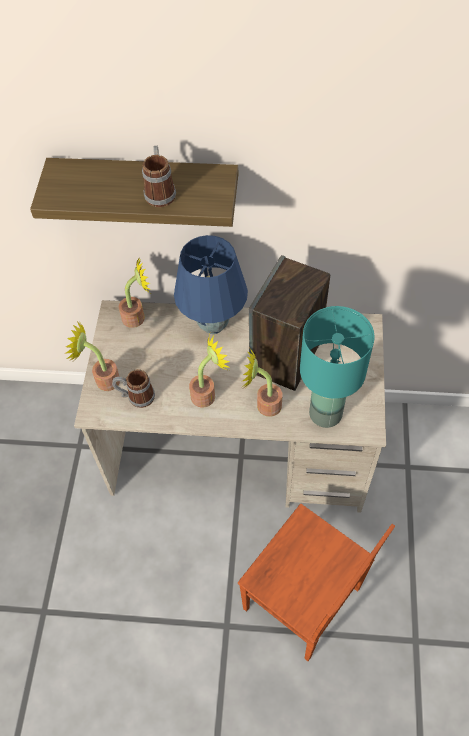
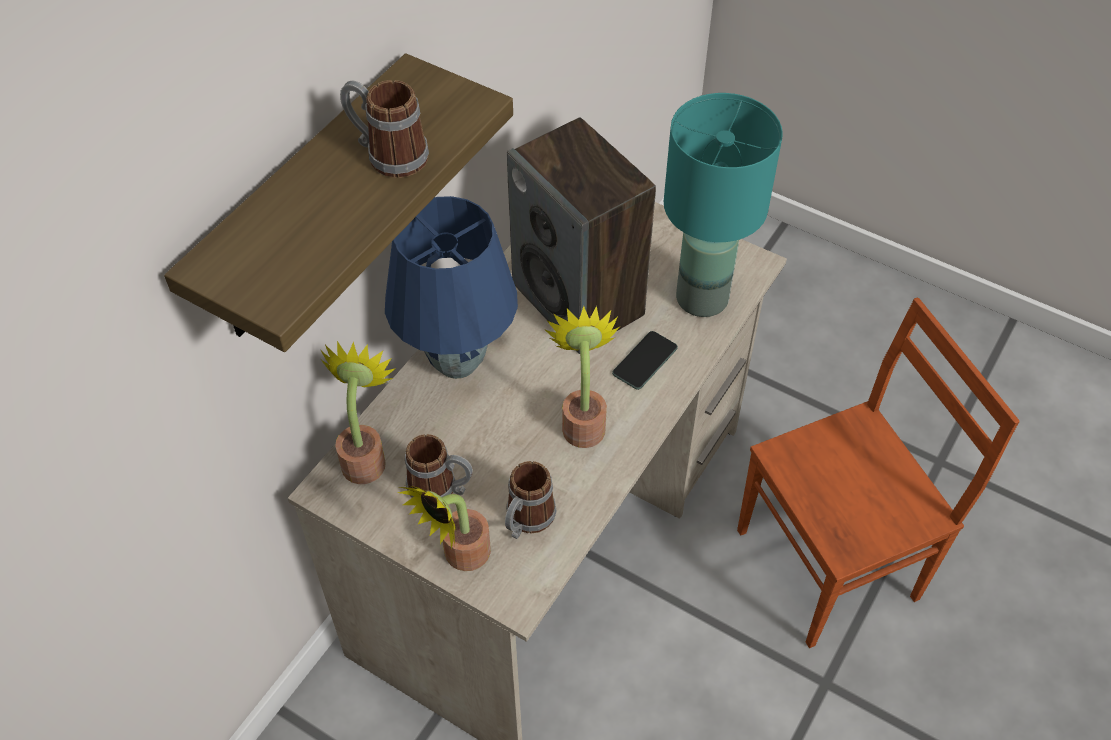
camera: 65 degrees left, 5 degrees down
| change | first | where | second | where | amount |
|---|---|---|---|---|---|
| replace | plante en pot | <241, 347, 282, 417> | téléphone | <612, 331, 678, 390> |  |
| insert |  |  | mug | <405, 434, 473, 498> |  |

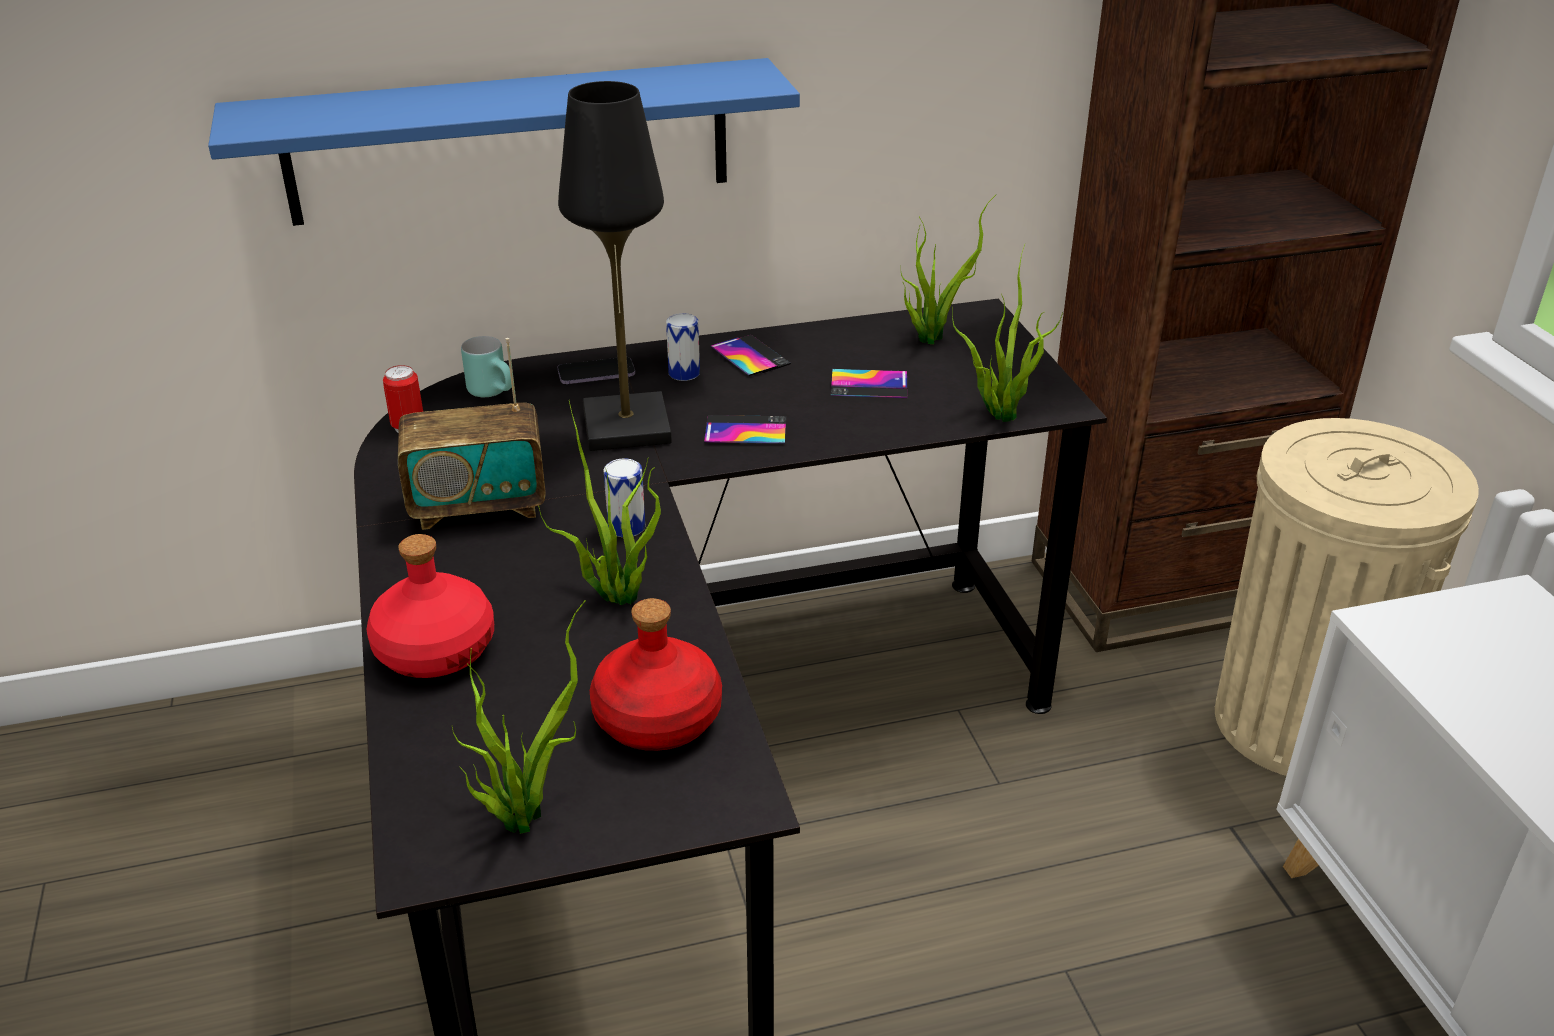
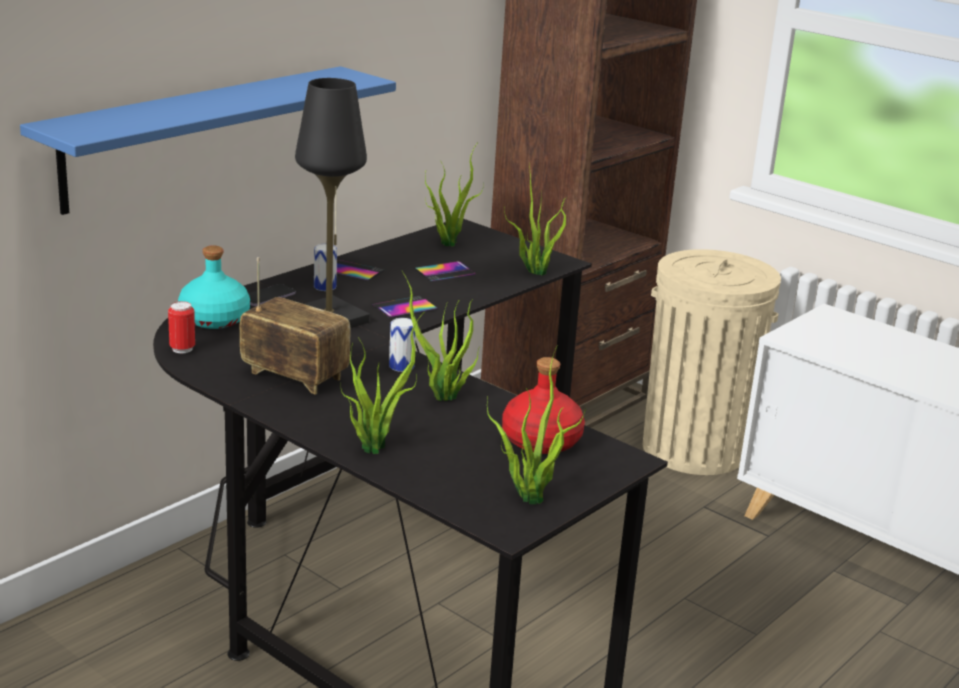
camera: 35 degrees left, 10 degrees down
| change | first | where | second | where | amount |
|---|---|---|---|---|---|
| replace | bouteille/rouge | <366, 534, 494, 678> | plante en pot | <340, 311, 425, 454> |  |
| rotate | radio | <398, 338, 546, 530> |  | <240, 257, 351, 395> | 105 degrees counterclockwise |
| replace | mug/turquoise | <461, 336, 512, 397> | bouteille/turquoise | <178, 245, 250, 329> |  |

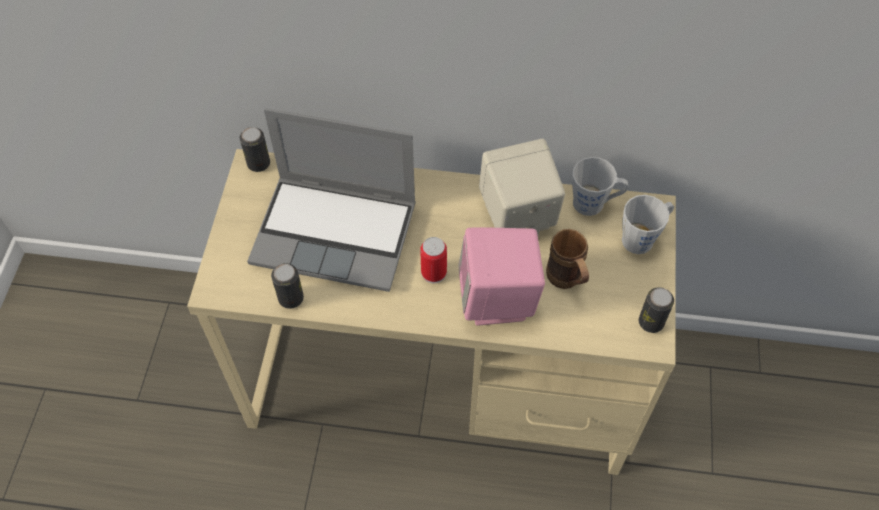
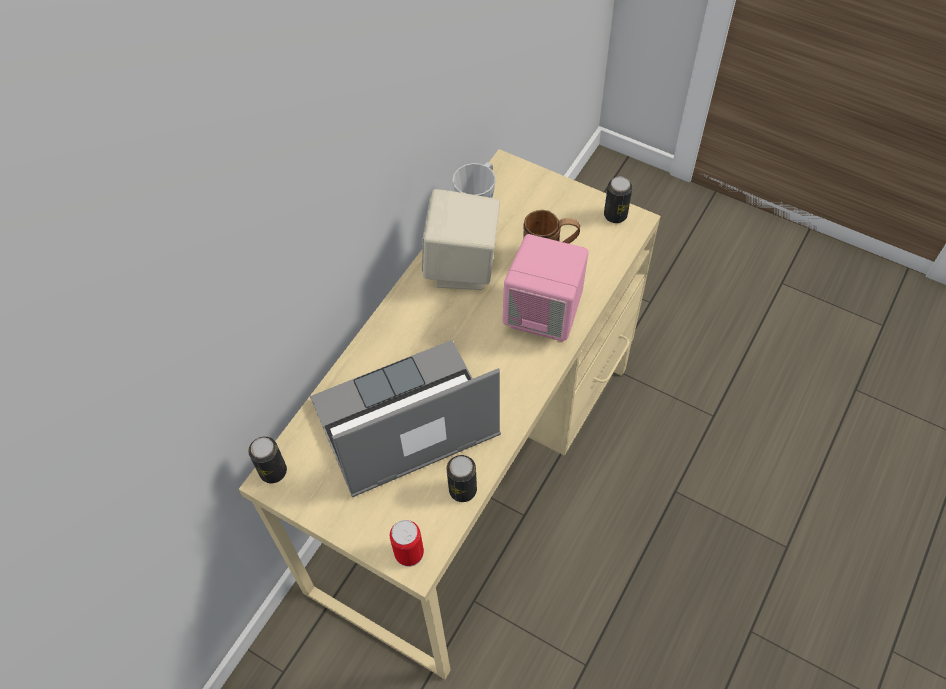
camera: 65 degrees left, 0 degrees up
| change | first | where | second | where | amount |
|---|---|---|---|---|---|
| rotate | ordinateur portable | <247, 108, 416, 292> |  | <310, 340, 501, 497> | 150 degrees counterclockwise |
| move | boîte métallique | <420, 237, 447, 284> |  | <390, 520, 424, 567> |  |
| delete | mug/gris | <622, 195, 674, 254> |  |  |  |

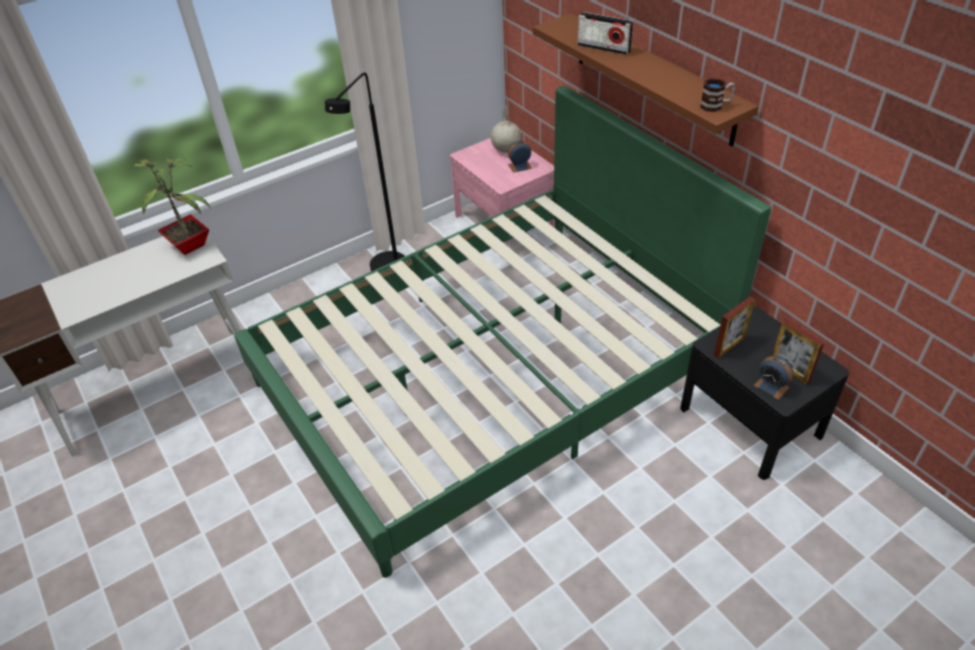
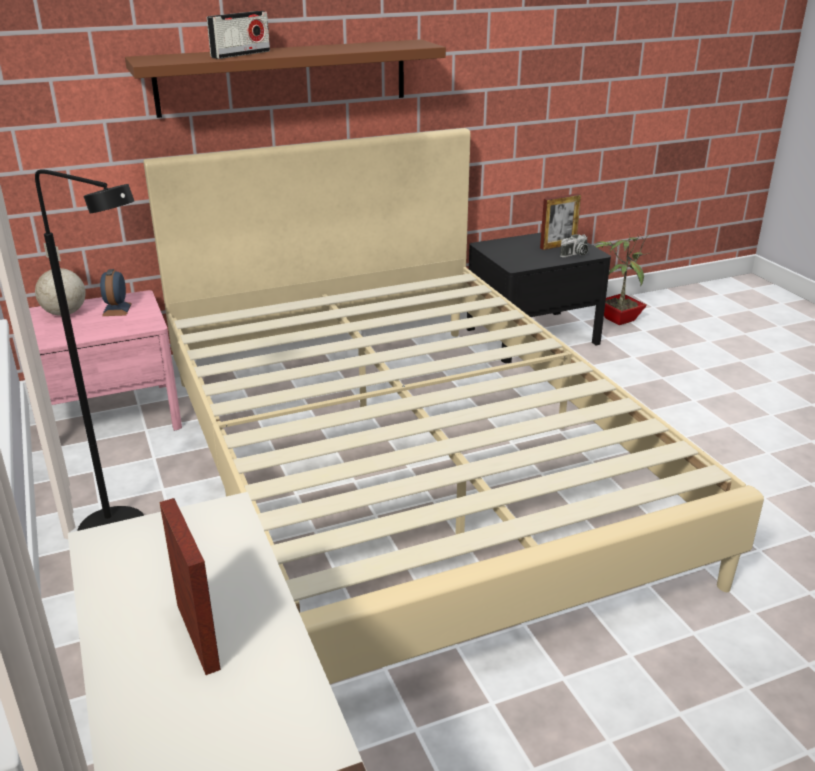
camera: 80 degrees left, 15 degrees down
| change | first | where | second | where | amount |
|---|---|---|---|---|---|
| move | plante en pot | <130, 157, 211, 255> |  | <594, 232, 650, 325> |  |
| recolor | lit/vert | <234, 86, 771, 578> | lit/beige | <143, 128, 764, 684> |  |
| delete | mug | <700, 78, 735, 112> |  |  |  |
| move | cadre photo | <714, 296, 755, 359> |  | <159, 498, 221, 675> |  |
| replace | réveil | <753, 356, 793, 400> | appareil photo | <560, 234, 588, 257> |  |

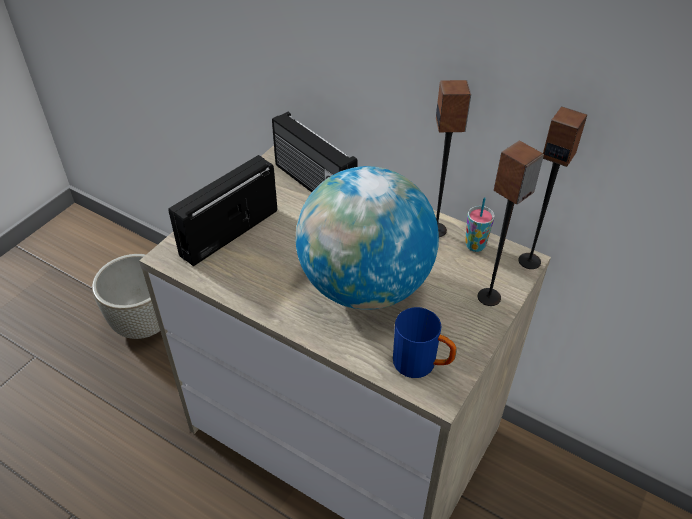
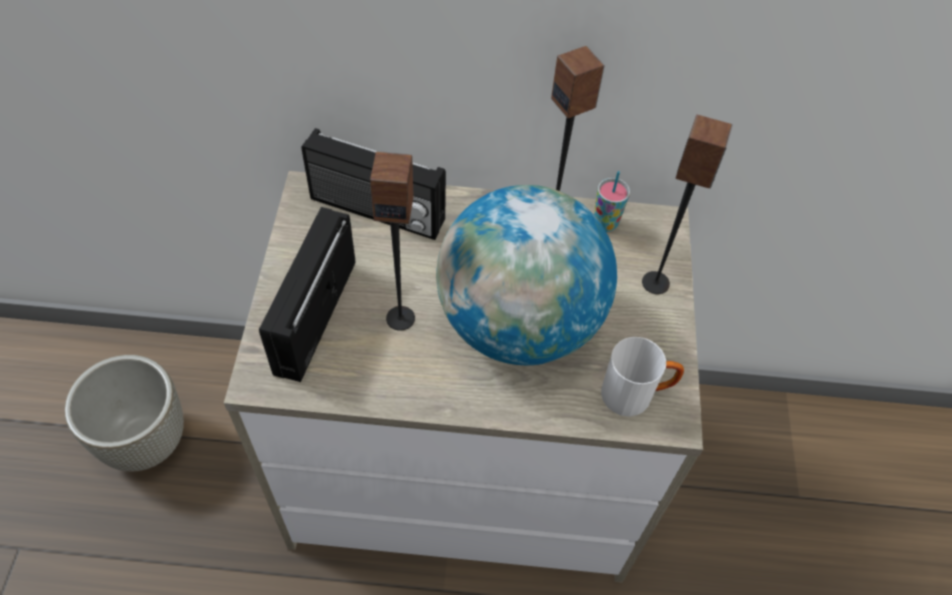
camera: 30 degrees left, 10 degrees up
| change | first | where | second | where | amount |
|---|---|---|---|---|---|
| recolor | mug/bleu | <393, 307, 457, 378> | mug/blanc | <601, 337, 684, 417> |  |
| move | enceinte | <518, 107, 588, 269> |  | <370, 151, 415, 331> |  |

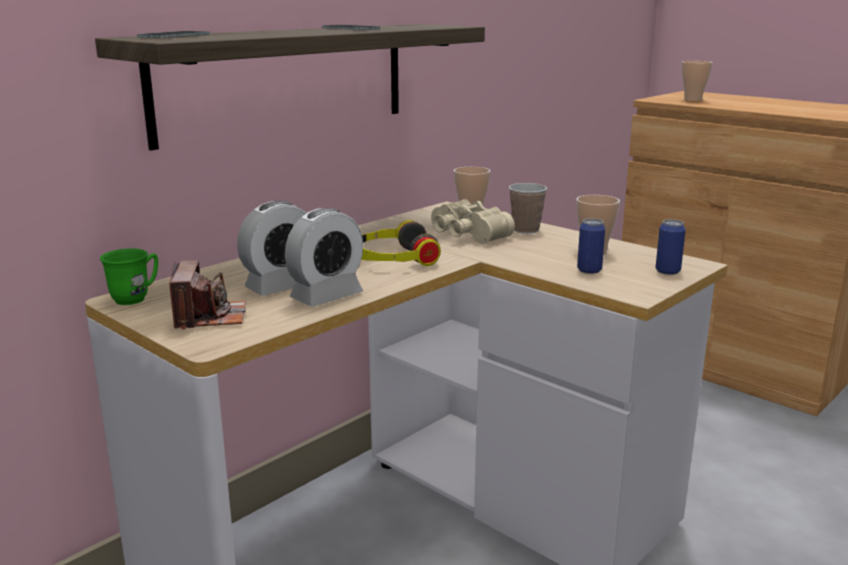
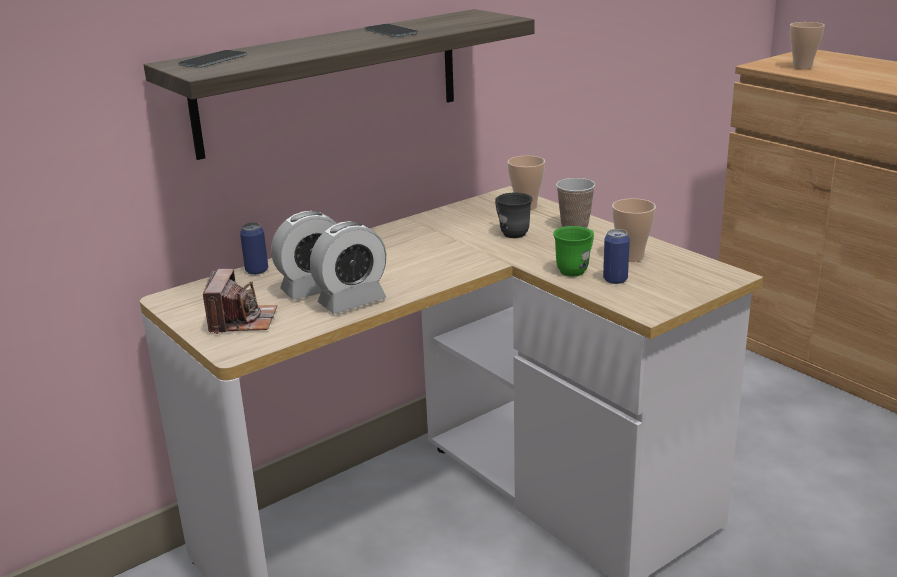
camera: 10 degrees right, 5 degrees up
| change | first | where | second | where | amount |
|---|---|---|---|---|---|
| move | mug/vert | <100, 248, 158, 305> |  | <553, 226, 594, 277> |  |
| delete | casque audio | <361, 220, 441, 266> |  |  |  |
| replace | jumelles/beige | <431, 199, 515, 244> | mug/gris | <495, 192, 532, 238> |  |
| move | boîte métallique | <656, 219, 686, 275> |  | <240, 222, 268, 275> |  |

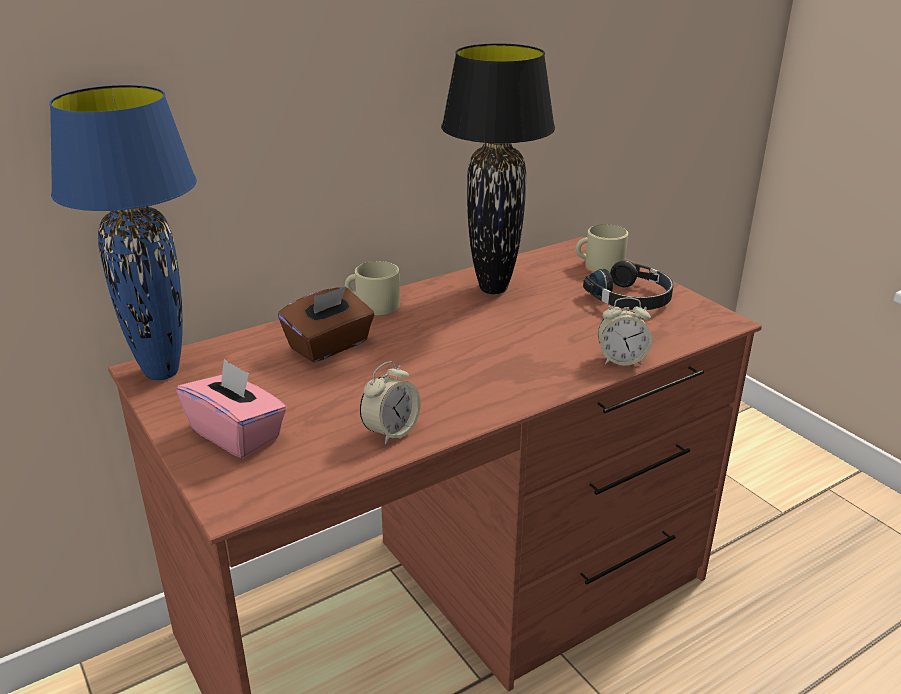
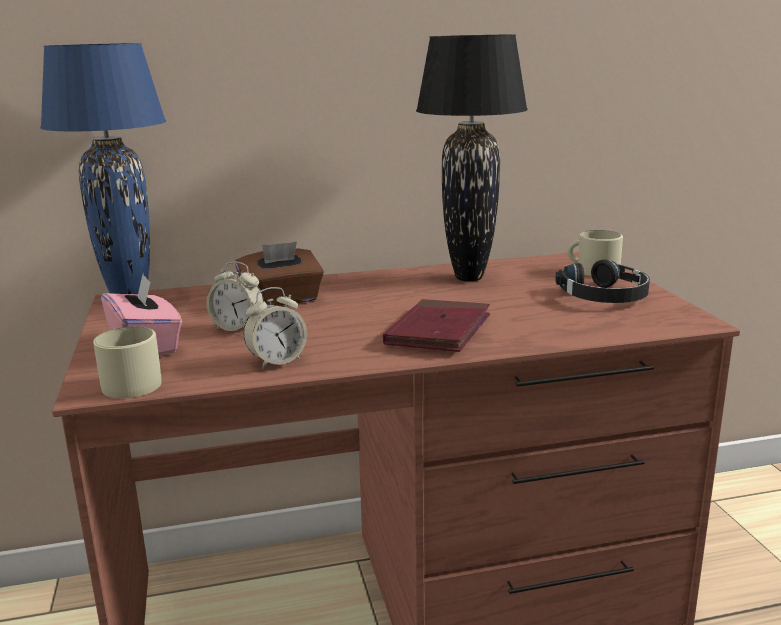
camera: 20 degrees right, 10 degrees down
| change | first | where | second | where | amount |
|---|---|---|---|---|---|
| move | mug/beige | <345, 261, 400, 315> |  | <93, 326, 162, 399> |  |
| move | réveil | <598, 297, 652, 366> |  | <206, 262, 264, 331> |  |
| insert |  |  | livre/rouge | <383, 299, 490, 352> |  |

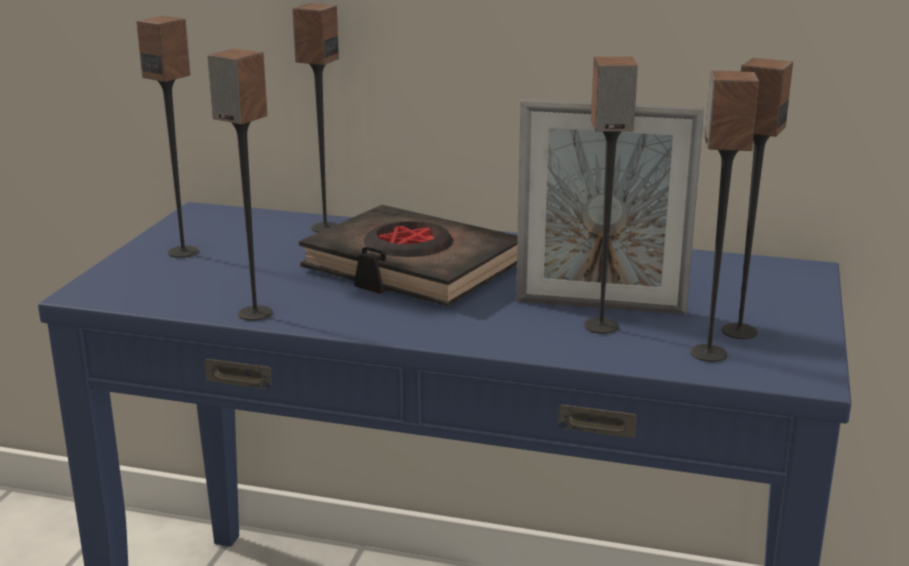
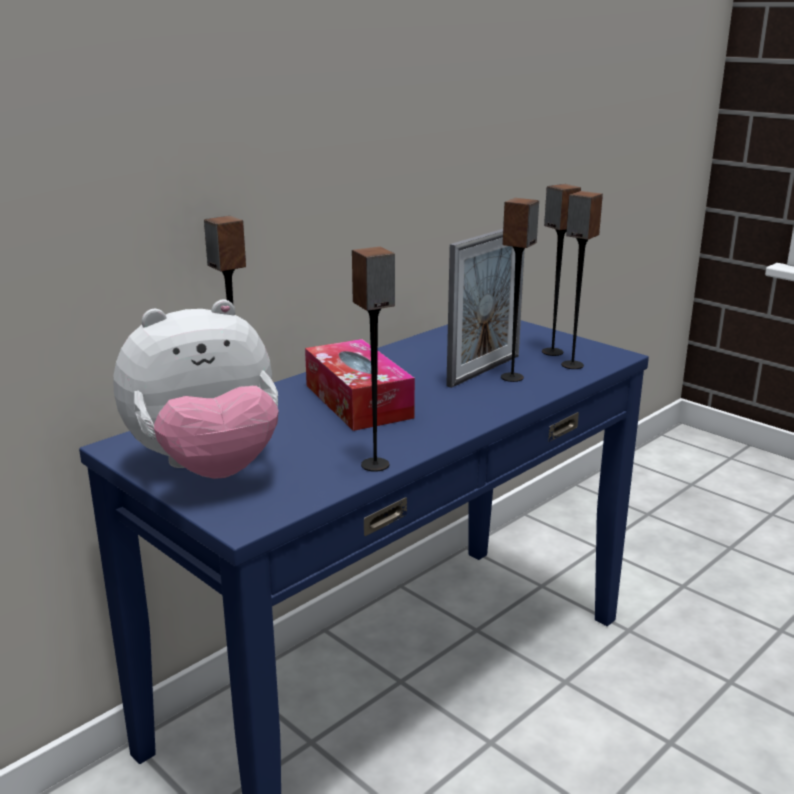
camera: 60 degrees left, 0 degrees up
| change | first | where | second | where | amount |
|---|---|---|---|---|---|
| replace | enceinte | <136, 16, 199, 258> | peluche | <113, 299, 279, 479> |  |
| replace | livre/noir | <299, 205, 518, 306> | boîte à mouchoirs | <305, 339, 415, 431> |  |

